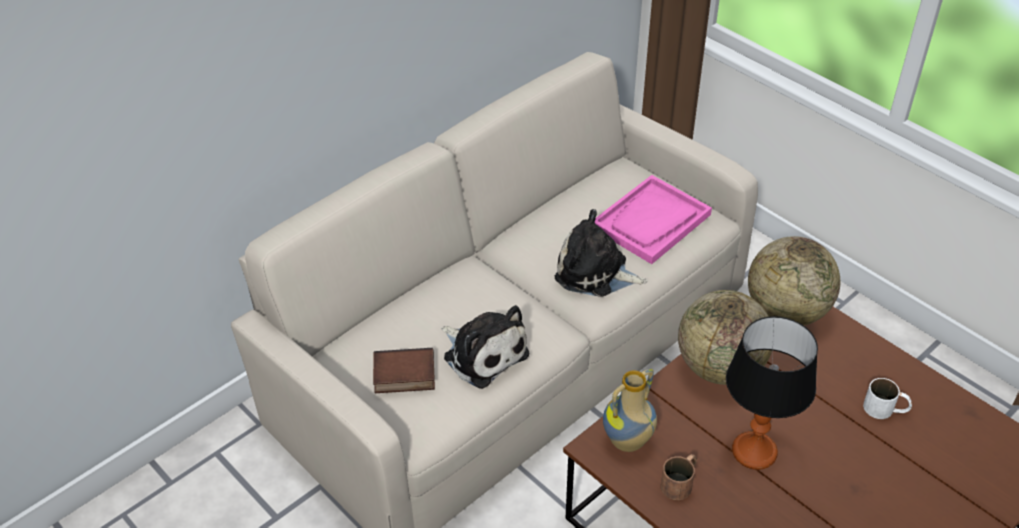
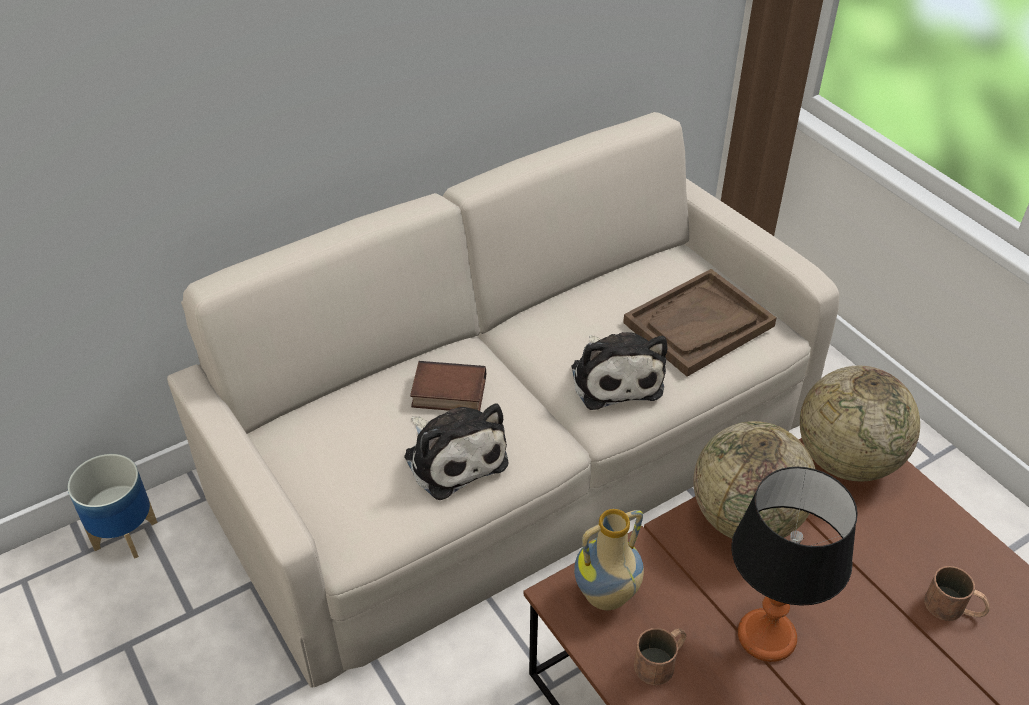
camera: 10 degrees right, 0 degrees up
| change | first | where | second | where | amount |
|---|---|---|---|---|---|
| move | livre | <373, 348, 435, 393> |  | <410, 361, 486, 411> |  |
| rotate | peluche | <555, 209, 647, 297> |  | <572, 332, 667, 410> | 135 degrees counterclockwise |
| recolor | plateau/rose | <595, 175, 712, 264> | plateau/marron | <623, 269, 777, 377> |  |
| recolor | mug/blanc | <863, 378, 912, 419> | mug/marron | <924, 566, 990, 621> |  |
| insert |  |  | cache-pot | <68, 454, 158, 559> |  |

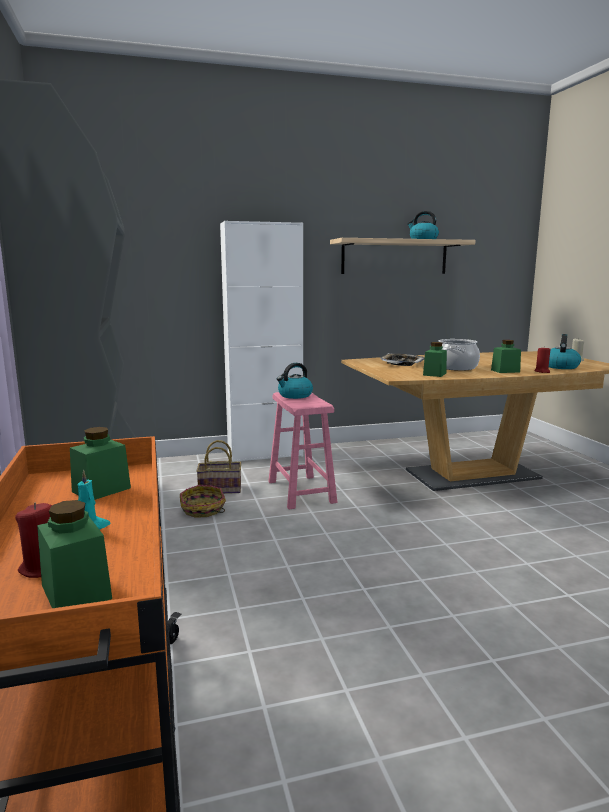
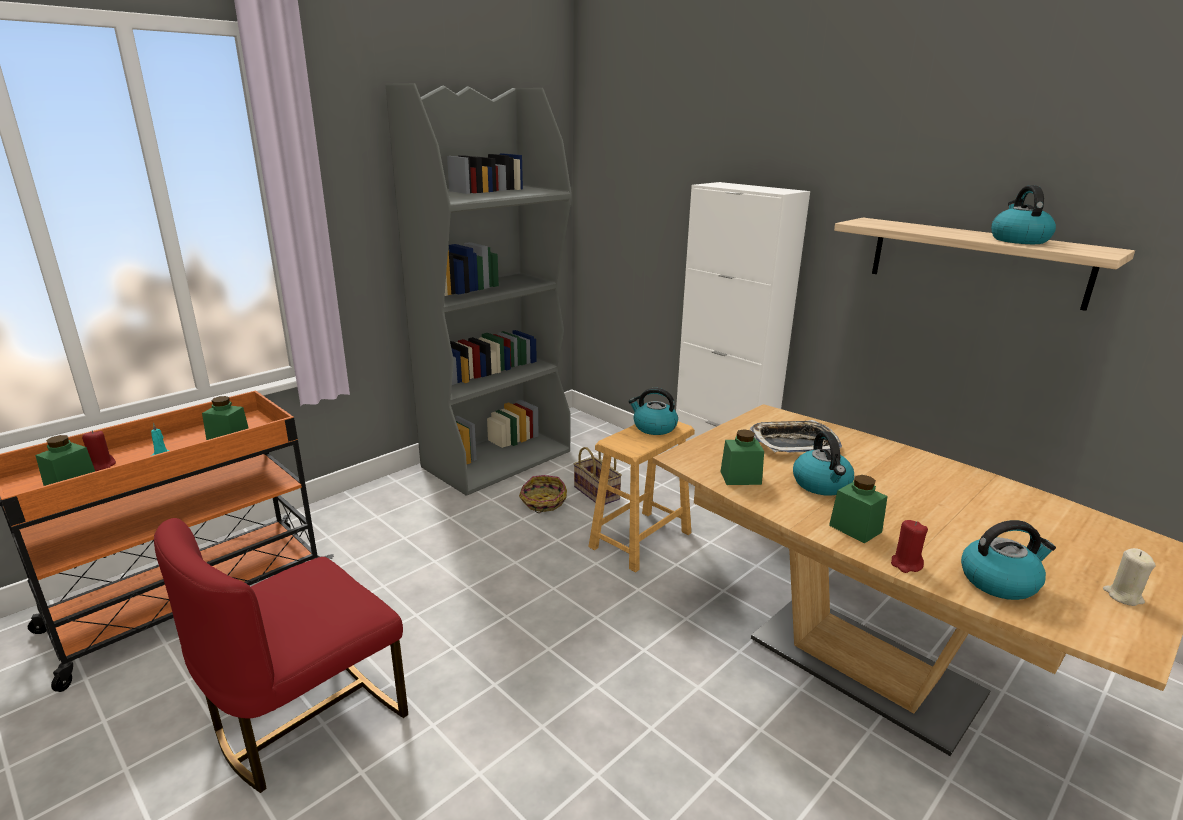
camera: 60 degrees right, 10 degrees up
| change | first | where | second | where | amount |
|---|---|---|---|---|---|
| recolor | tabouret/rose | <268, 392, 337, 509> | tabouret/marron | <588, 421, 695, 572> |  |
| replace | marmite | <439, 339, 480, 371> | bouilloire | <793, 431, 854, 496> |  |
| insert |  |  | chaise/rouge | <154, 518, 408, 793> |  |

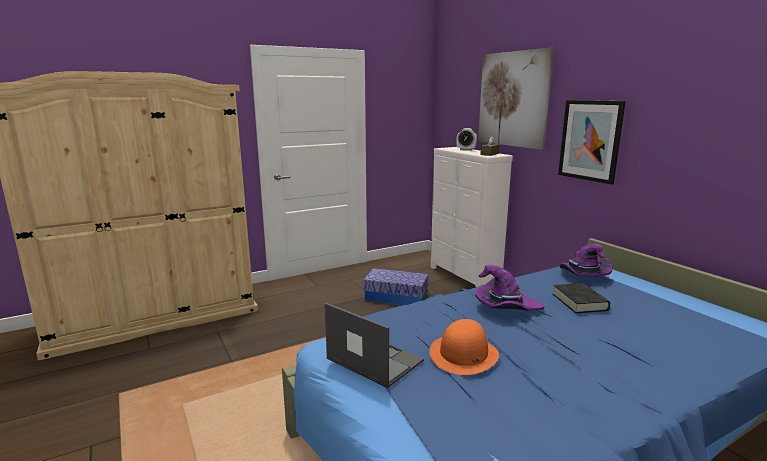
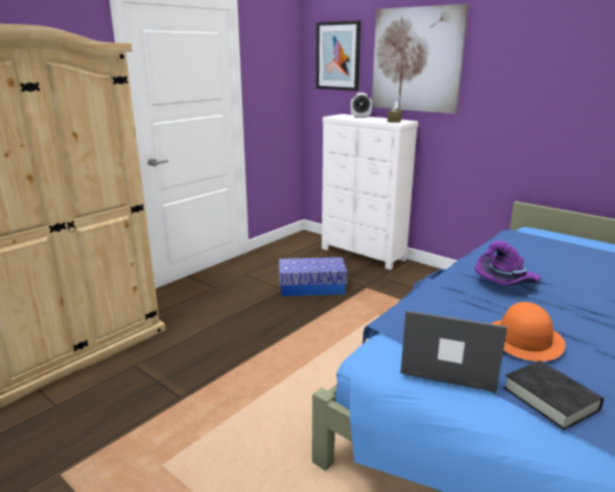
camera: 20 degrees left, 5 degrees up
| change | first | where | second | where | amount |
|---|---|---|---|---|---|
| move | livre/noir | <553, 283, 610, 313> |  | <504, 361, 604, 430> |  |
| move | tableau | <558, 100, 626, 185> |  | <316, 20, 361, 91> |  |
| delete | chapeau/violet | <560, 243, 612, 277> |  |  |  |

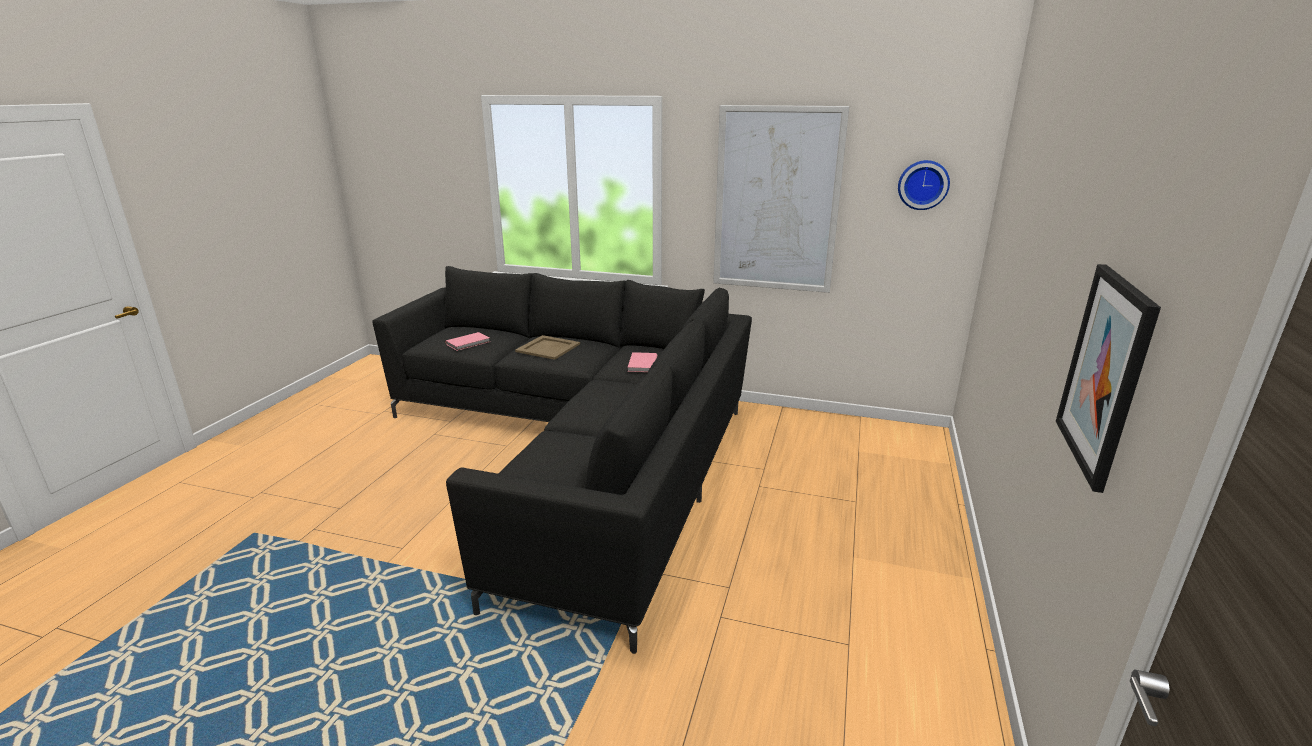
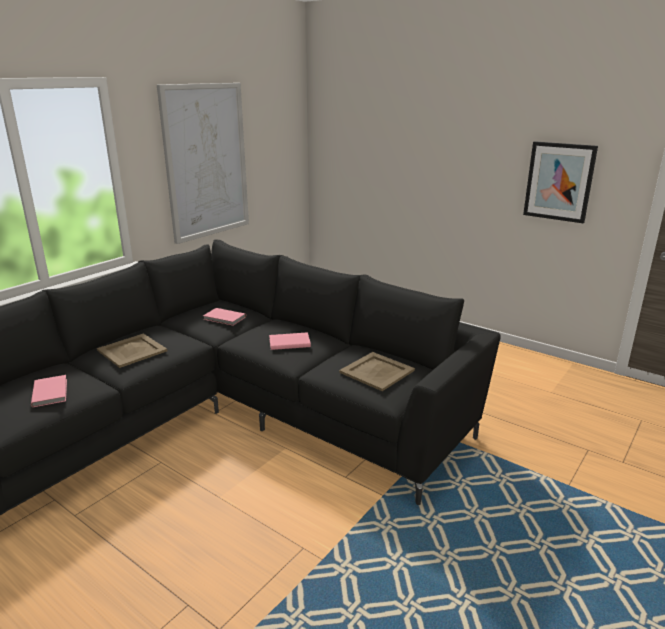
camera: 70 degrees left, 0 degrees up
| change | first | where | second | where | amount |
|---|---|---|---|---|---|
| delete | horloge murale | <898, 160, 950, 210> |  |  |  |
| insert |  |  | livre/rose | <269, 332, 311, 350> |  |
| insert |  |  | plateau/beige | <339, 352, 415, 391> |  |

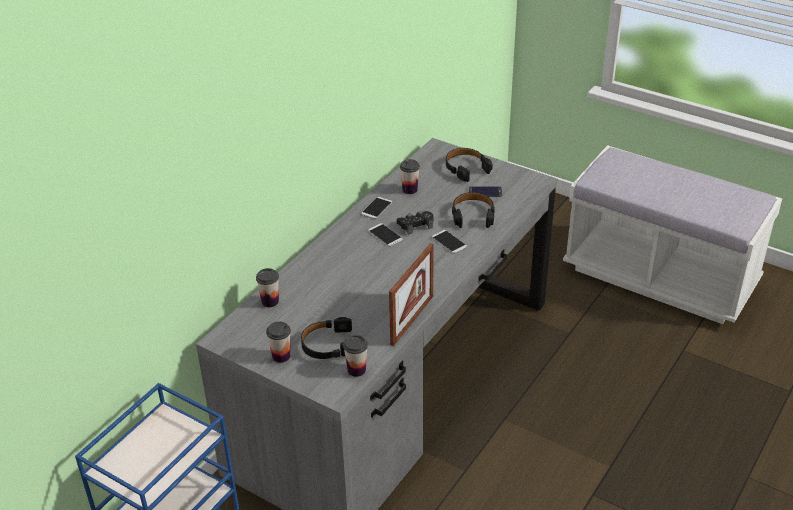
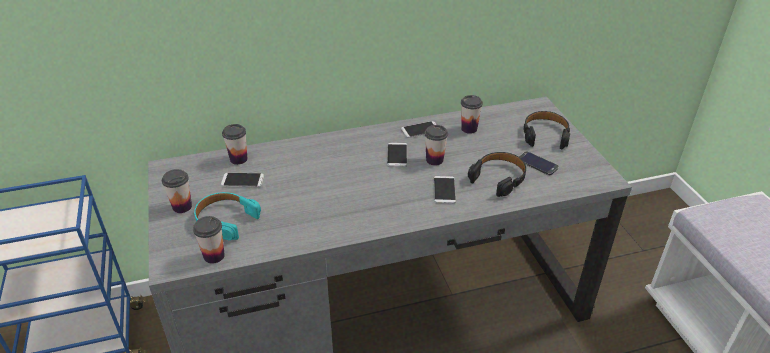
camera: 40 degrees right, 0 degrees up
| change | first | where | second | where | amount |
|---|---|---|---|---|---|
| recolor | casque audio/noir | <301, 317, 352, 359> | casque audio/turquoise | <194, 192, 261, 240> |  |
| delete | cadre photo | <389, 243, 434, 346> |  |  |  |
| replace | manette/noir | <397, 211, 433, 235> | tasse | <425, 125, 448, 166> |  |
| insert |  |  | téléphone | <221, 173, 264, 187> |  |

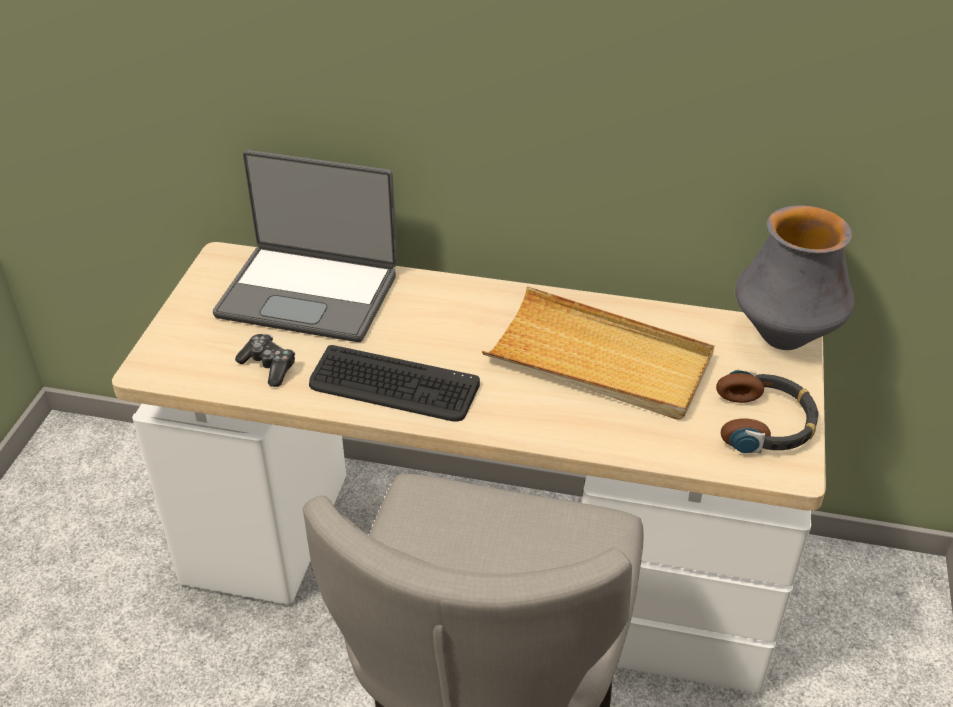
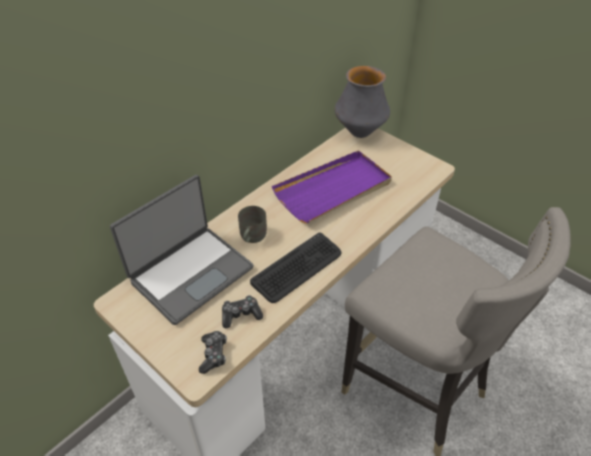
camera: 60 degrees left, 5 degrees up
| change | first | where | second | where | amount |
|---|---|---|---|---|---|
| recolor | plateau/beige | <482, 286, 714, 420> | plateau/violet | <272, 150, 392, 224> |  |
| delete | casque audio | <716, 369, 819, 454> |  |  |  |
| insert |  |  | manette | <199, 331, 227, 374> |  |
| insert |  |  | mug/gris | <238, 206, 267, 243> |  |

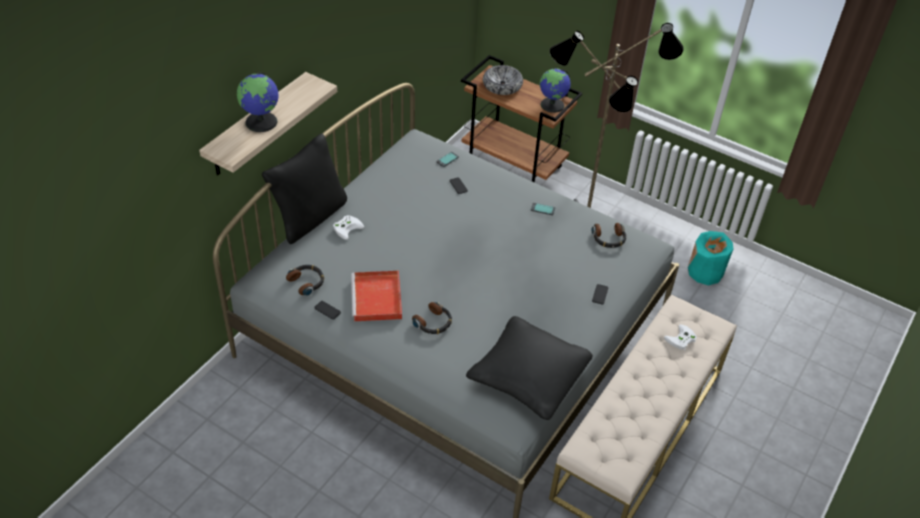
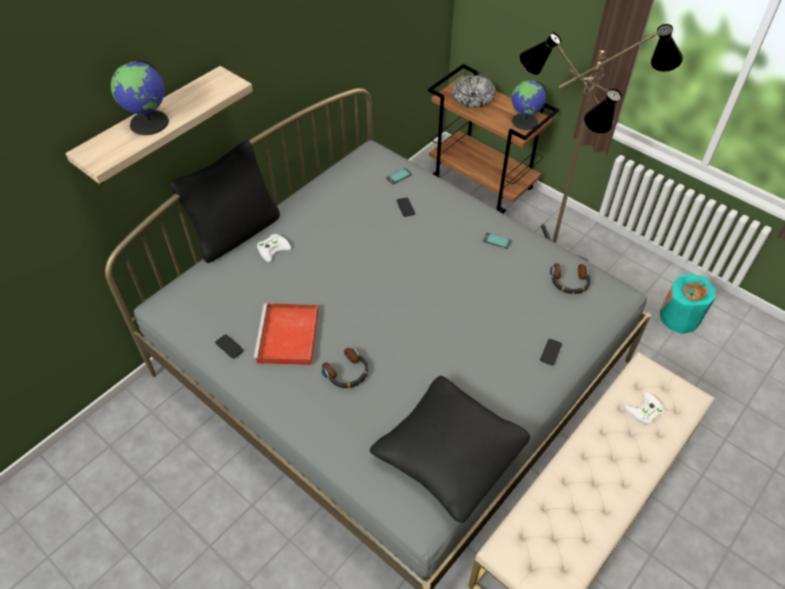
camera: 10 degrees right, 5 degrees up
| change | first | where | second | where | amount |
|---|---|---|---|---|---|
| delete | casque audio | <286, 265, 324, 296> |  |  |  |

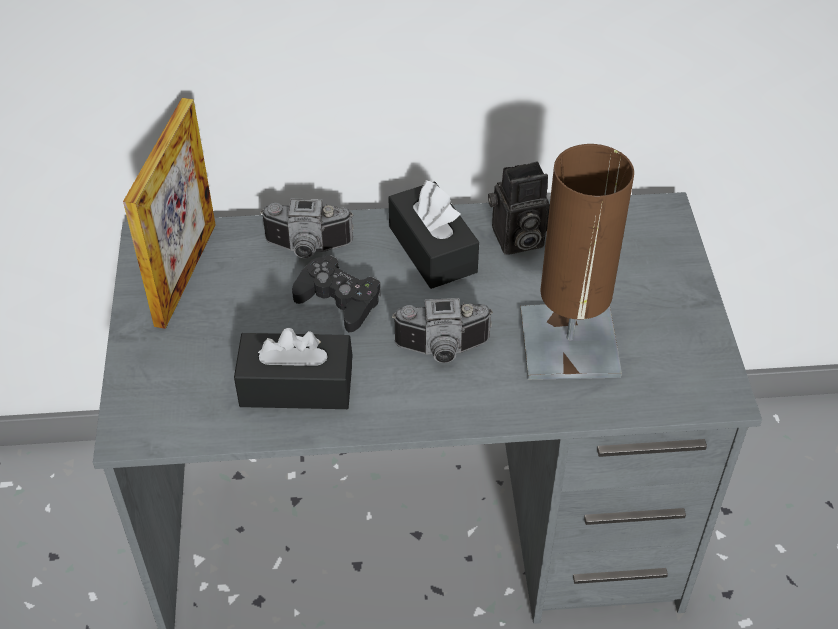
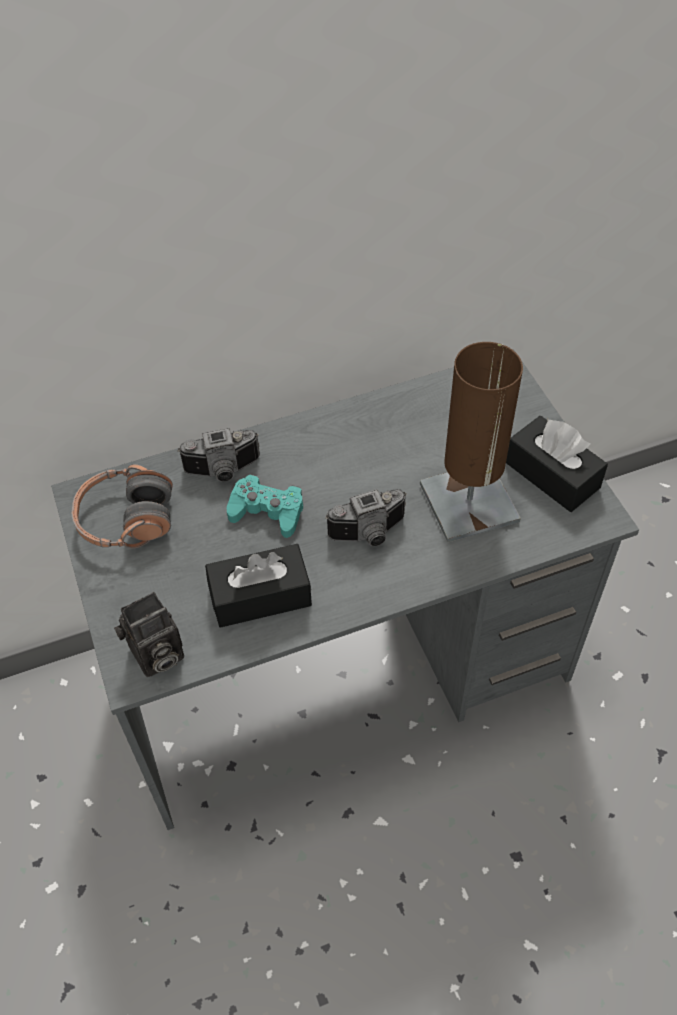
camera: 15 degrees left, 5 degrees up
| change | first | where | second | where | amount |
|---|---|---|---|---|---|
| replace | cadre photo | <123, 98, 216, 329> | casque audio | <72, 464, 173, 549> |  |
| recolor | manette/noir | <292, 255, 381, 332> | manette/turquoise | <227, 474, 303, 538> |  |
| move | boîte à mouchoirs/noir | <388, 180, 479, 289> |  | <506, 416, 608, 512> |  |
| move | appareil photo | <488, 161, 550, 255> |  | <114, 592, 184, 677> |  |

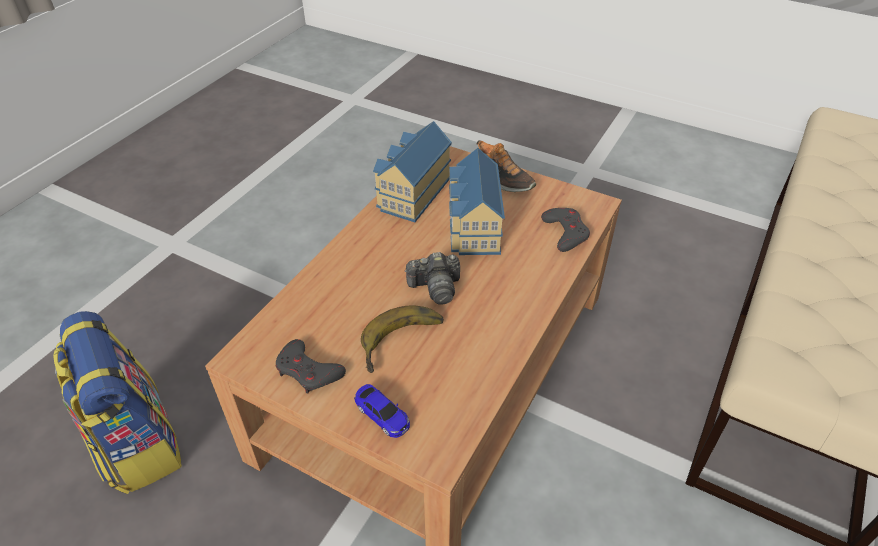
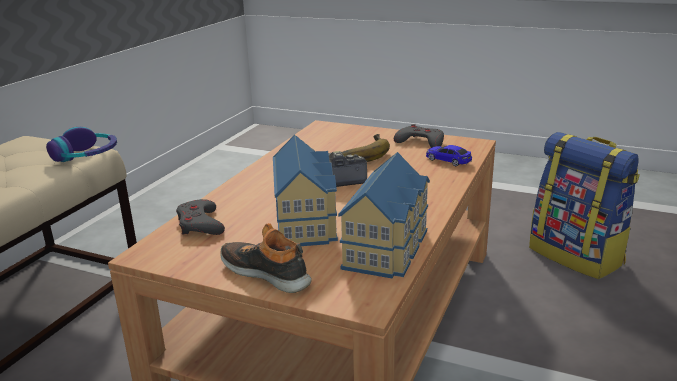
camera: 175 degrees right, 20 degrees down
| change | first | where | second | where | amount |
|---|---|---|---|---|---|
| move | petite voiture | <354, 384, 410, 438> |  | <426, 145, 472, 166> |  |
| insert |  |  | casque audio | <46, 127, 117, 162> |  |

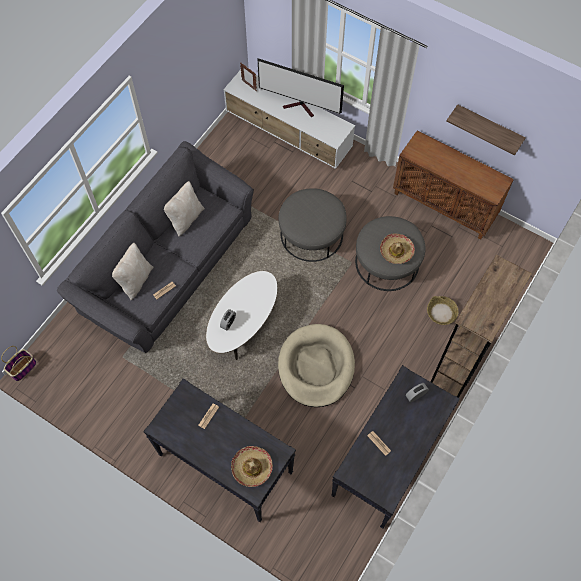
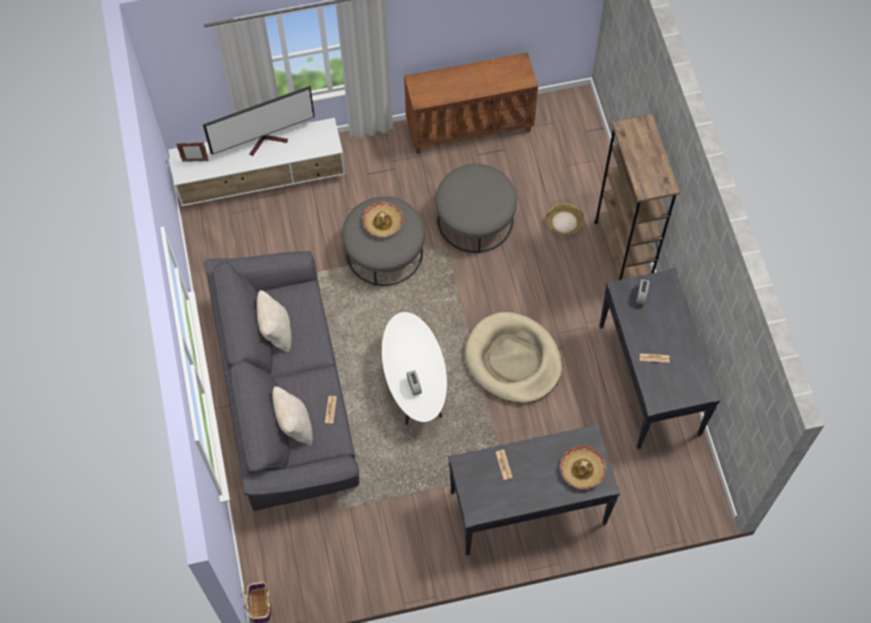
camera: 45 degrees left, 0 degrees up
| change | first | where | second | where | amount |
|---|---|---|---|---|---|
| move | chapeau | <380, 234, 415, 264> |  | <362, 202, 404, 237> |  |
| delete | étagère | <446, 104, 525, 155> |  |  |  |

